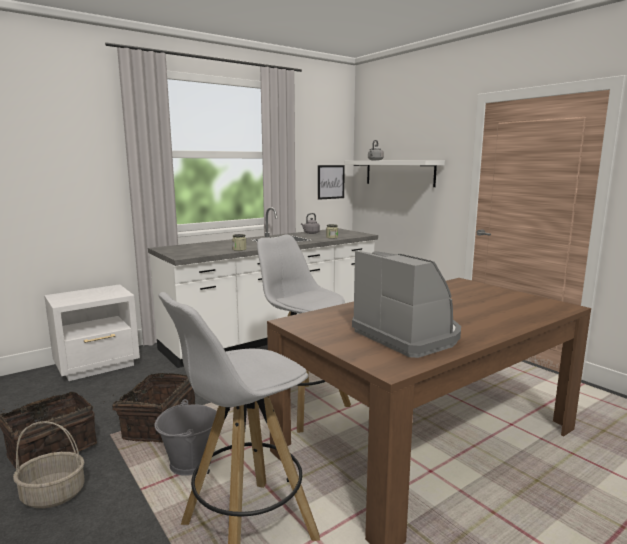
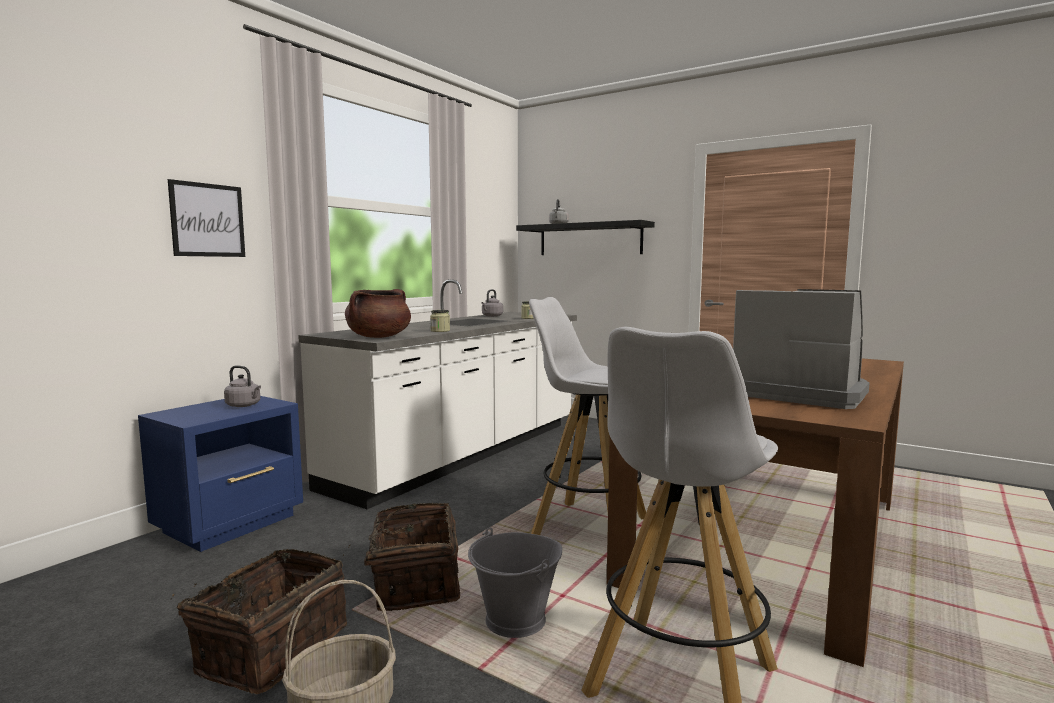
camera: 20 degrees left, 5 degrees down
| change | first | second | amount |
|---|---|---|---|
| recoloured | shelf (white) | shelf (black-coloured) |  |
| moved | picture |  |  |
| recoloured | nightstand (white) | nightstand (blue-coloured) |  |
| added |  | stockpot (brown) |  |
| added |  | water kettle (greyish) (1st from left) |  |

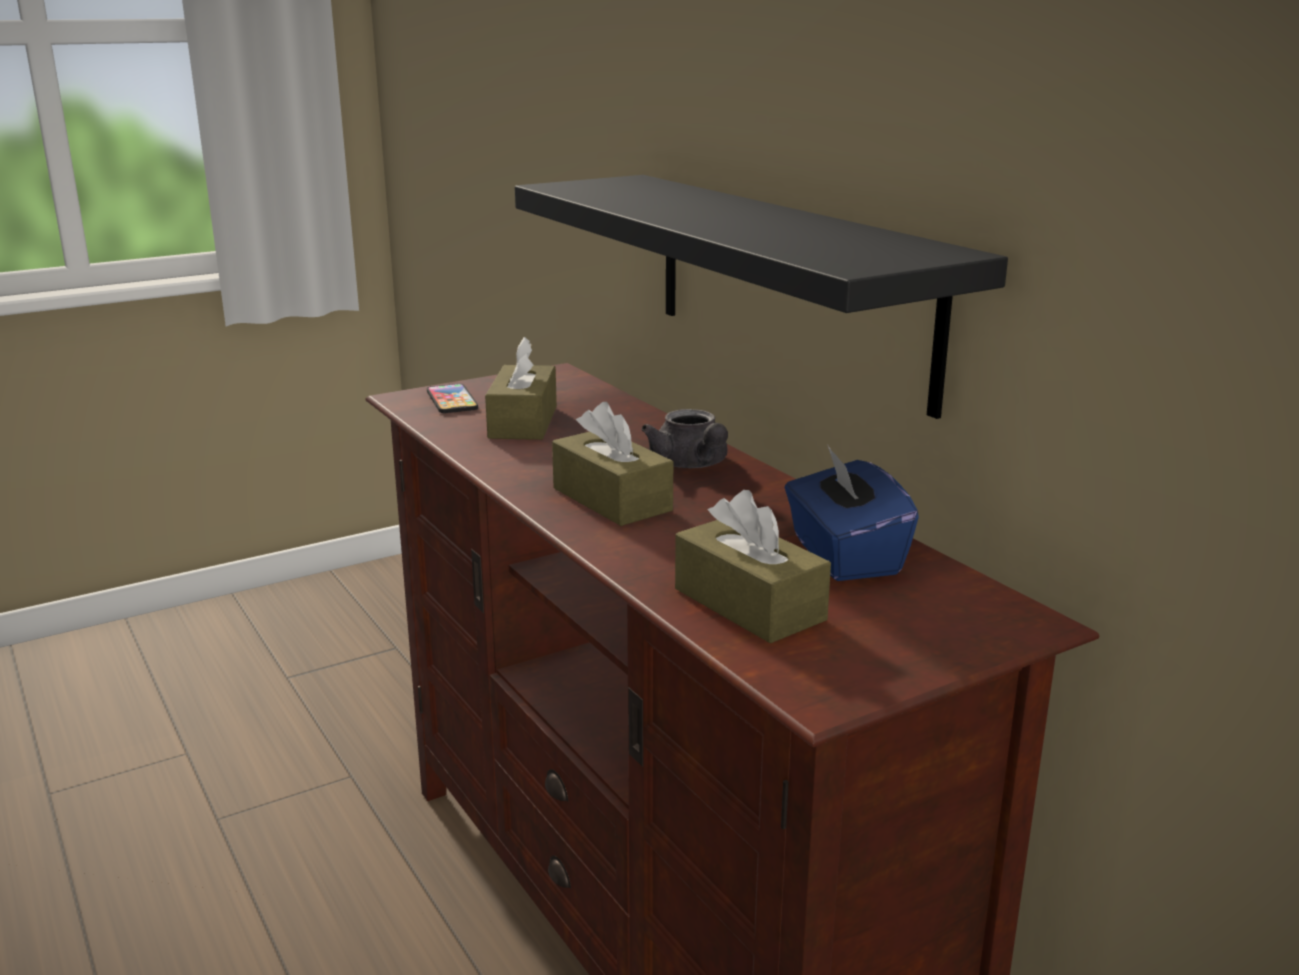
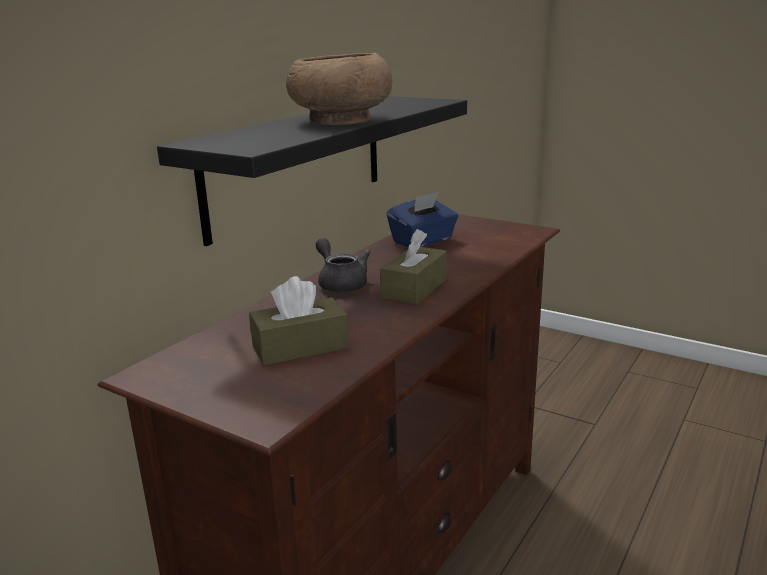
camera: 115 degrees left, 0 degrees up
| change | first | second | amount |
|---|---|---|---|
| removed | handset |  |  |
| turned | pot for tea (greyish) |  | 75 degrees counterclockwise |
| removed | box of tissues (brown) (3rd from left) |  |  |
| added |  | deep dish (brown) |  |

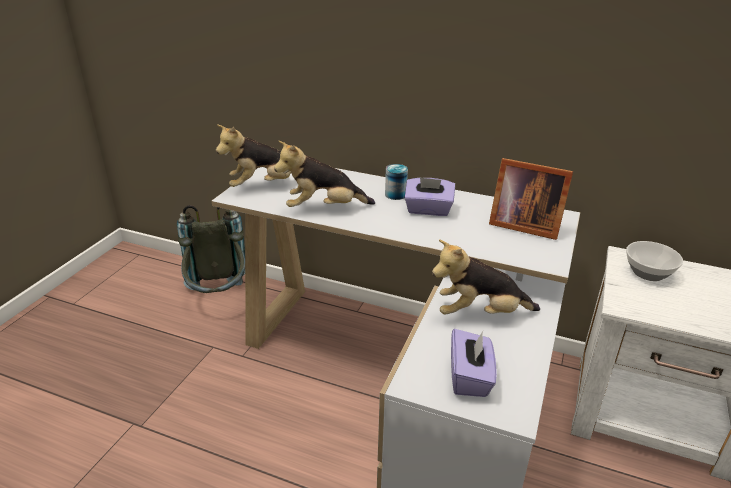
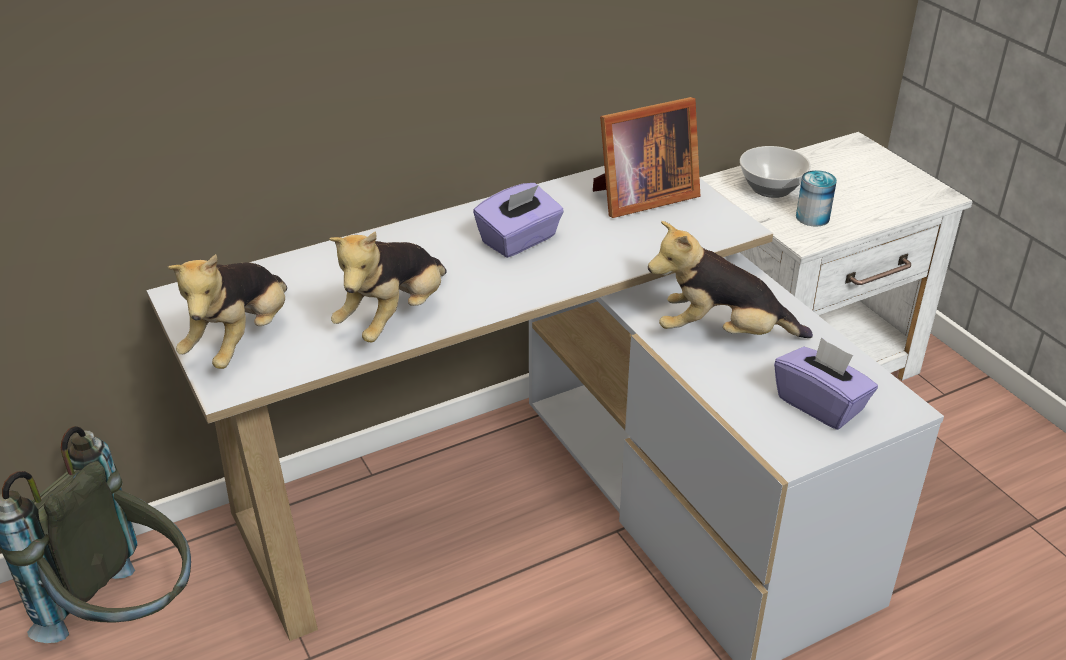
camera: 50 degrees left, 5 degrees up
| change | first | second | amount |
|---|---|---|---|
| moved | sealed can |  |  |
| turned | cuddly toy (3rd from left) |  | 60 degrees clockwise |

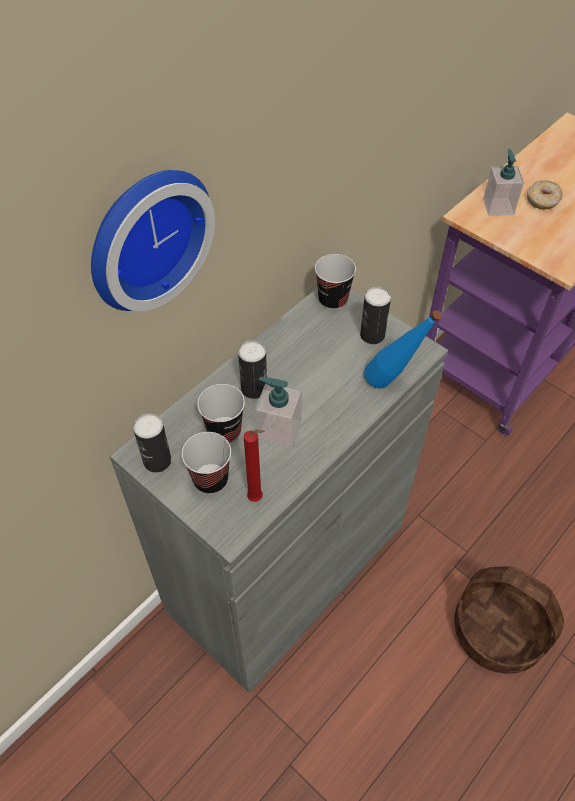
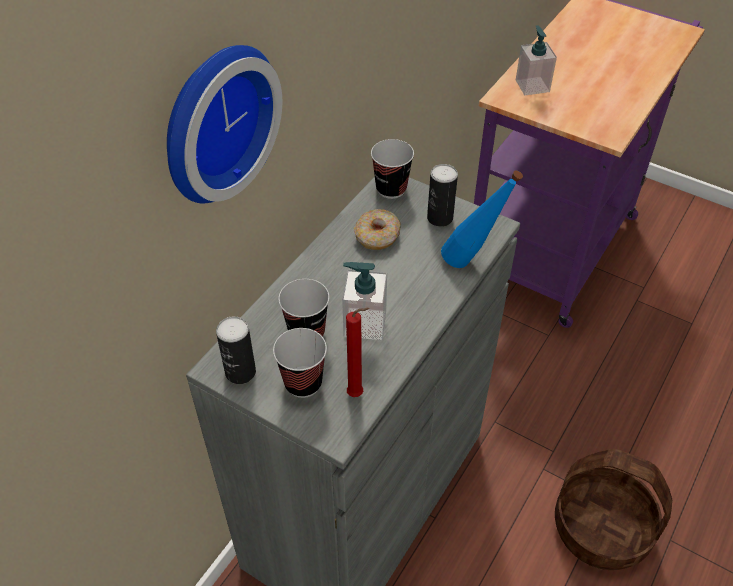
camera: 10 degrees left, 5 degrees down
| change | first | second | amount |
|---|---|---|---|
| moved | donut |  |  |
| removed | sealed can (2nd from left) |  |  |

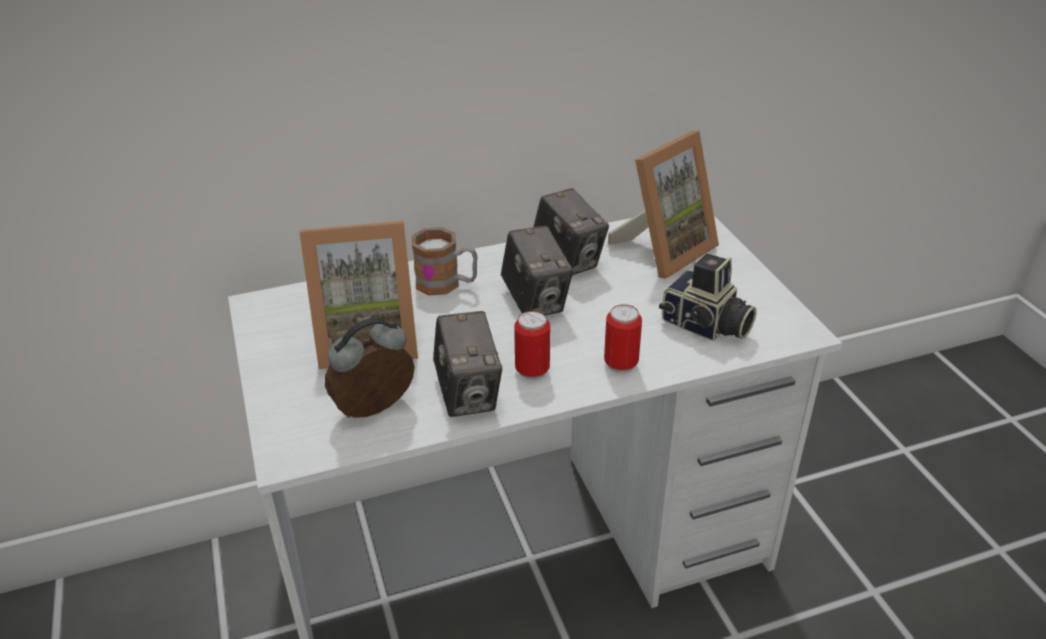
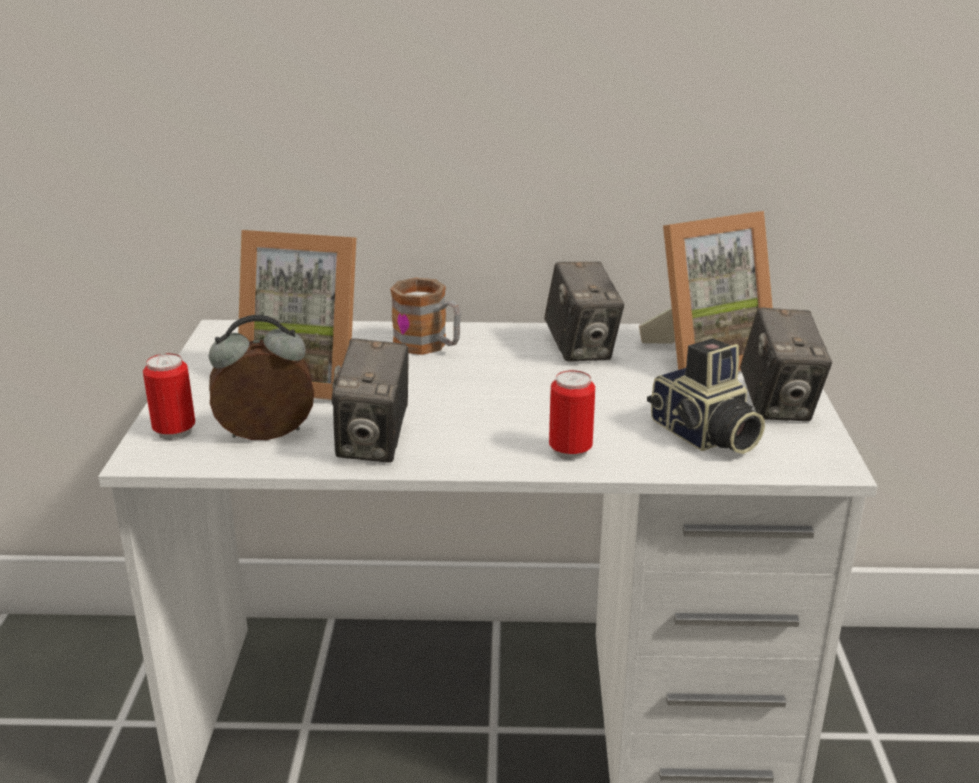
camera: 20 degrees right, 10 degrees down
| change | first | second | amount |
|---|---|---|---|
| moved | still camera (2nd from left in the first image) | still camera (4th from left) |  |
| moved | sealed can (1st from left) |  |  |

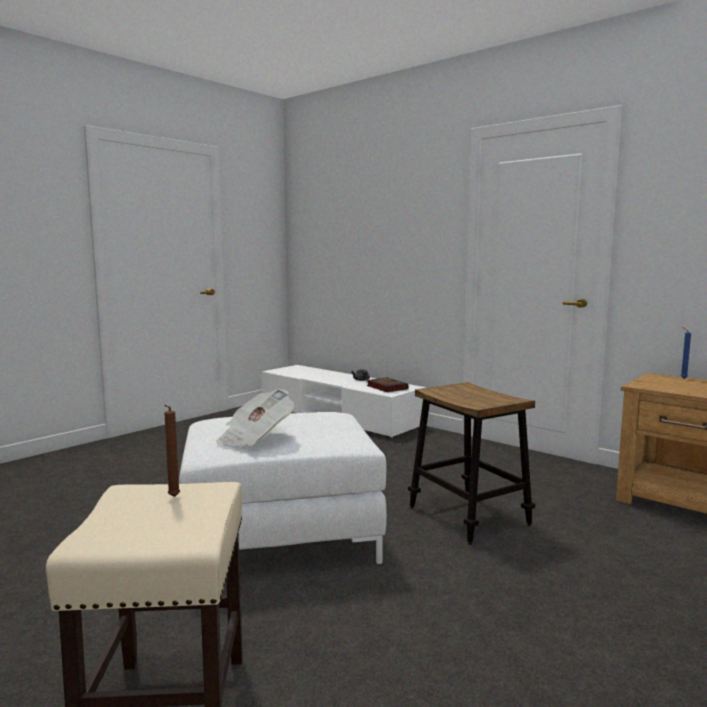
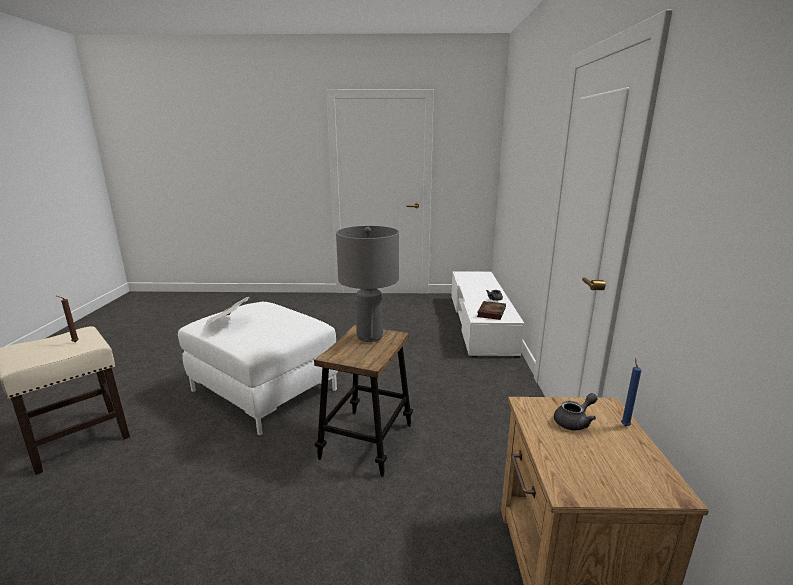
camera: 50 degrees right, 10 degrees up
| change | first | second | amount |
|---|---|---|---|
| added |  | tabletop lamp (greyish) |  |
| added |  | pot for tea (greyish) (2nd from left) |  |

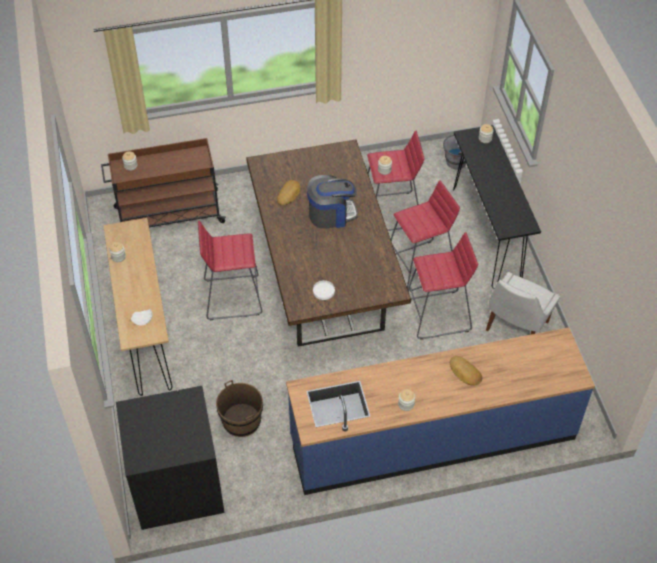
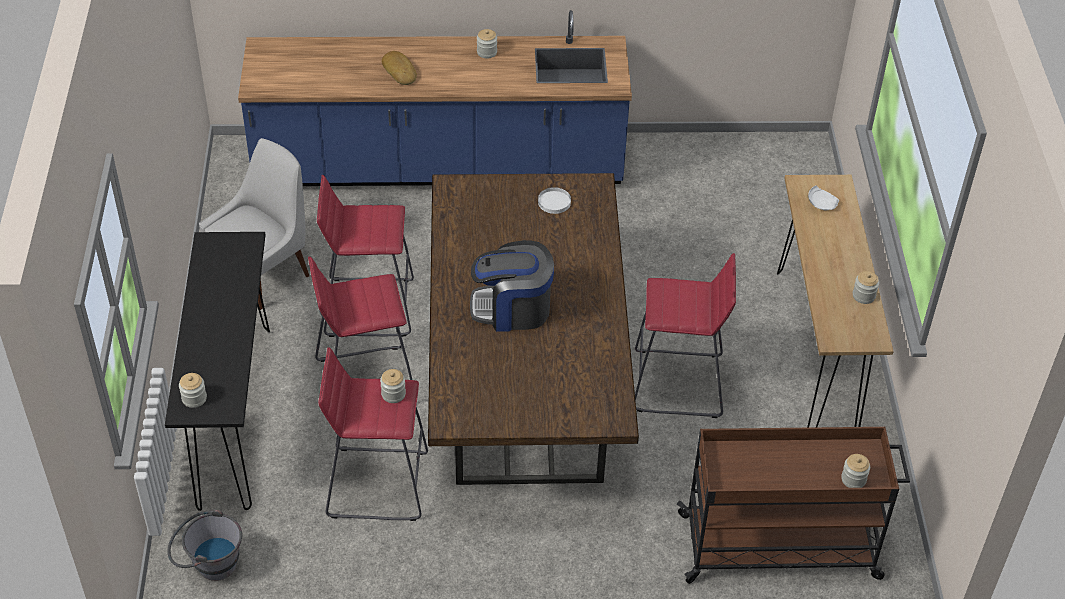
camera: 170 degrees left, 5 degrees down
| change | first | second | amount |
|---|---|---|---|
| removed | bakery bread (1st from left) |  |  |
| removed | pail (brown) |  |  |
| removed | laundry machine (black-coloured) |  |  |

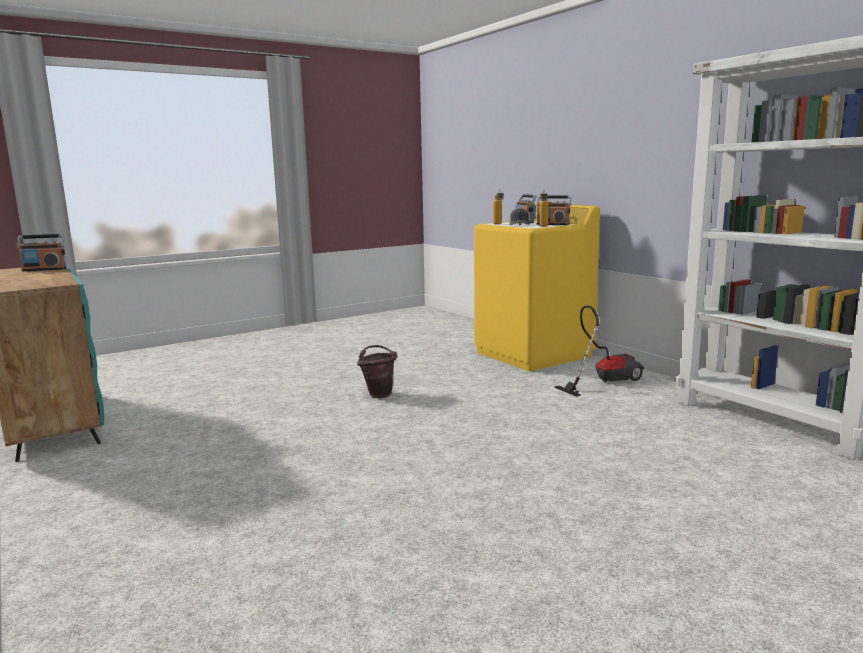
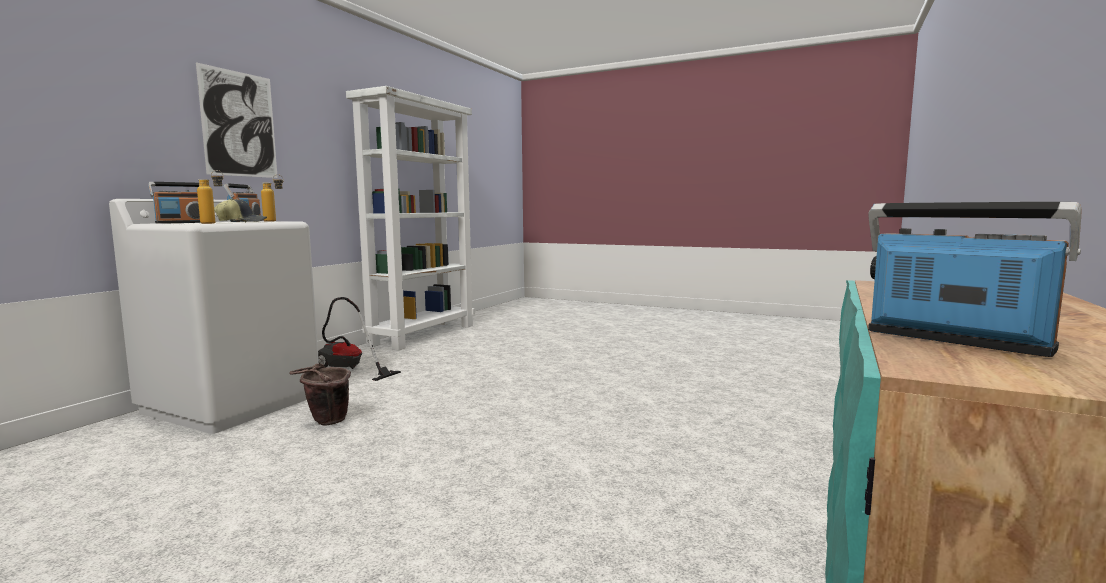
camera: 120 degrees left, 5 degrees down
| change | first | second | amount |
|---|---|---|---|
| recoloured | laundry machine (yellow-coloured) | laundry machine (white) |  |
| moved | pail (brown) |  |  |
| added |  | picture |  |

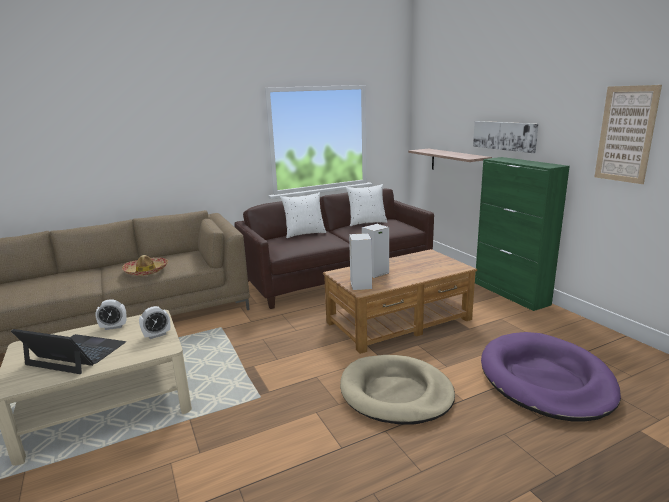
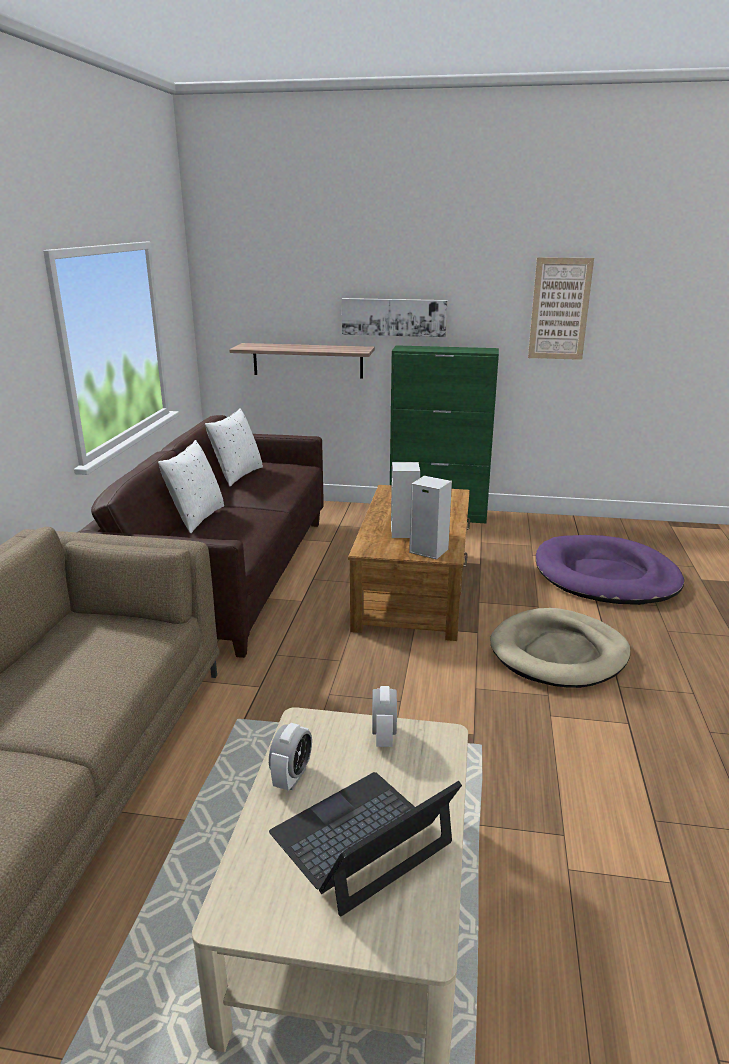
camera: 55 degrees left, 5 degrees up
| change | first | second | amount |
|---|---|---|---|
| removed | clothing hat |  |  |

